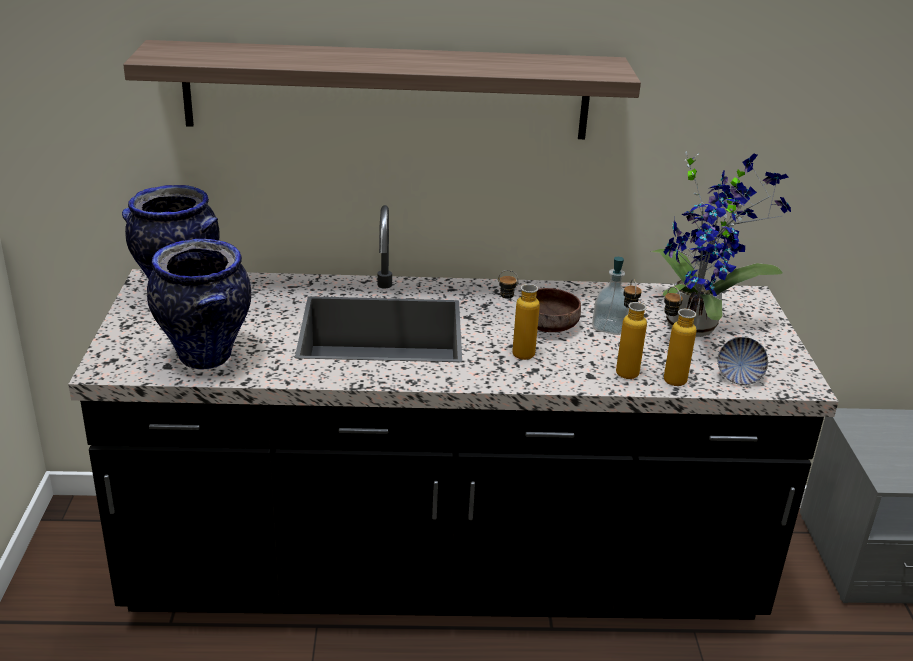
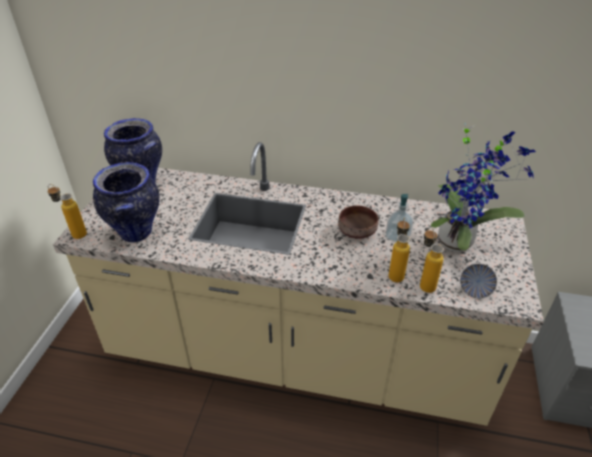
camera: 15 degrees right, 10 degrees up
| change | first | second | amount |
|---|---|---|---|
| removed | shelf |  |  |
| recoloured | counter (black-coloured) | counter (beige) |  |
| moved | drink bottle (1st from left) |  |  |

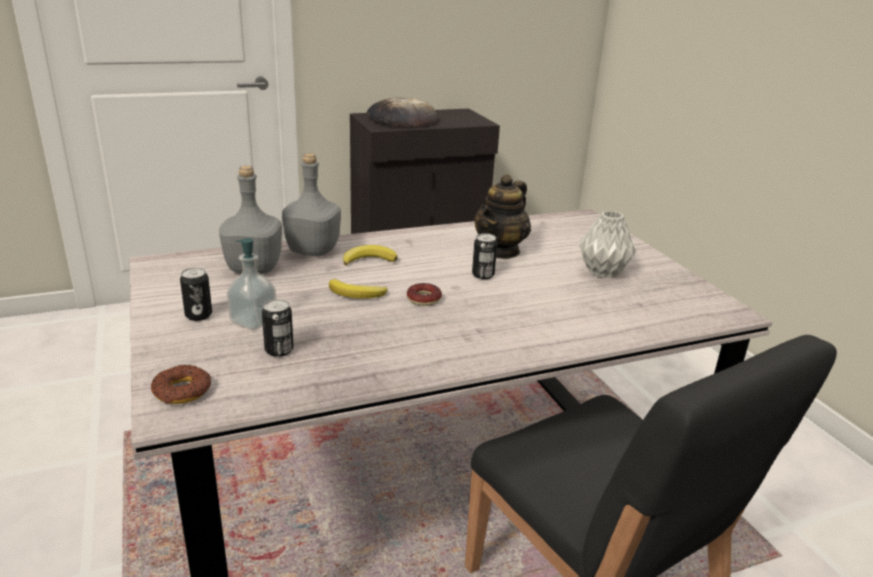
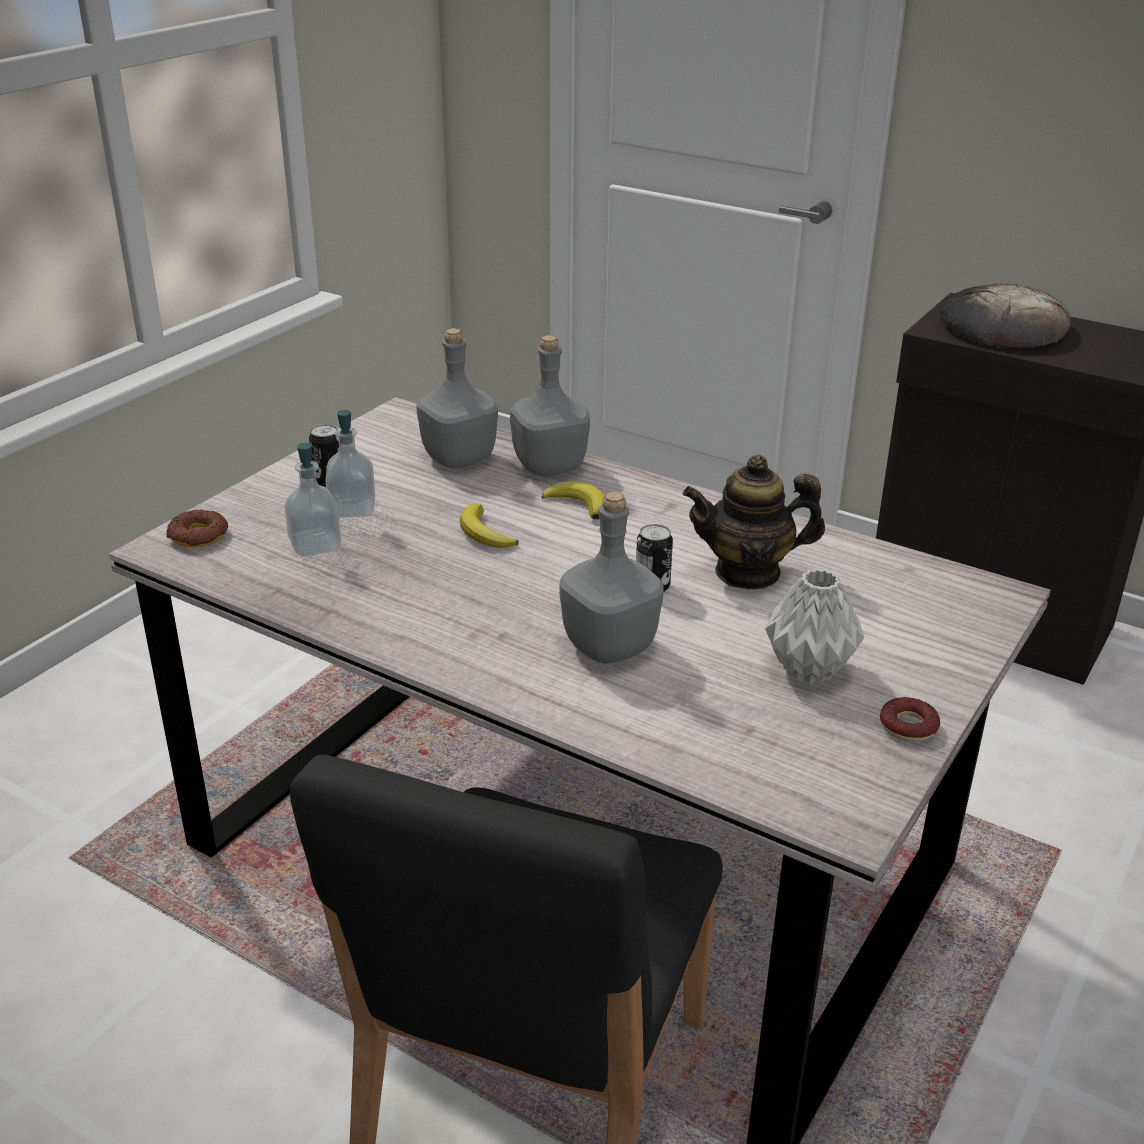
camera: 55 degrees right, 5 degrees up
| change | first | second | amount |
|---|---|---|---|
| moved | donut (2nd from left) |  |  |
| replaced | sealed can (2nd from left) | liquid soap bottle (1st from left) |  |
| added |  | drink bottle (greyish) (3rd from left) |  |

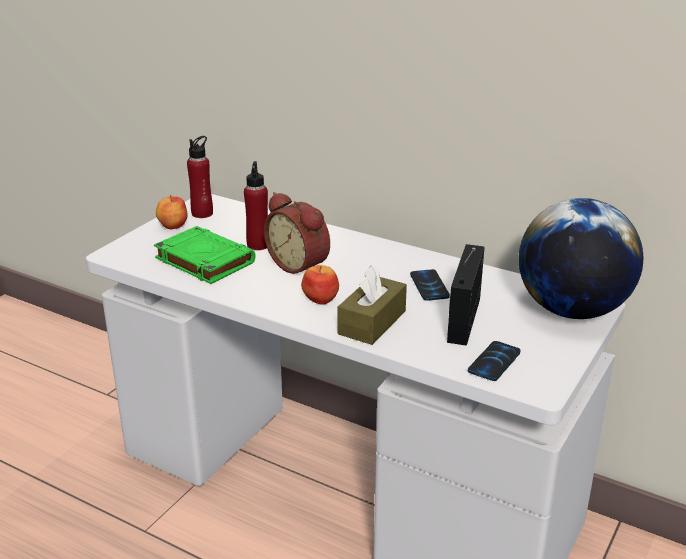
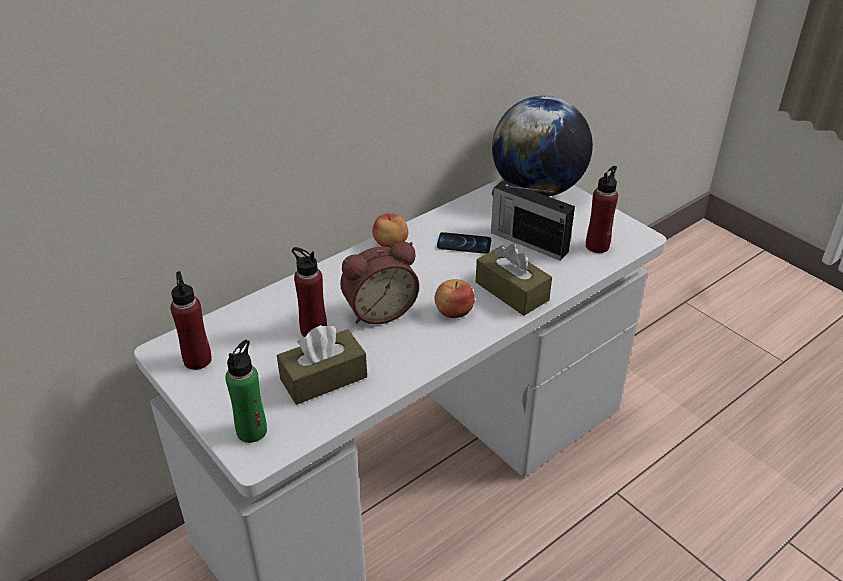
camera: 70 degrees left, 10 degrees up
| change | first | second | amount |
|---|---|---|---|
| moved | apple (1st from left) |  |  |
| replaced | bound book (green-coloured) | box of tissues (brown) (1st from left) |  |
| replaced | handset (2nd from left) | drink bottle (red) (3rd from left) |  |
| added |  | drink bottle (green-coloured) |  |

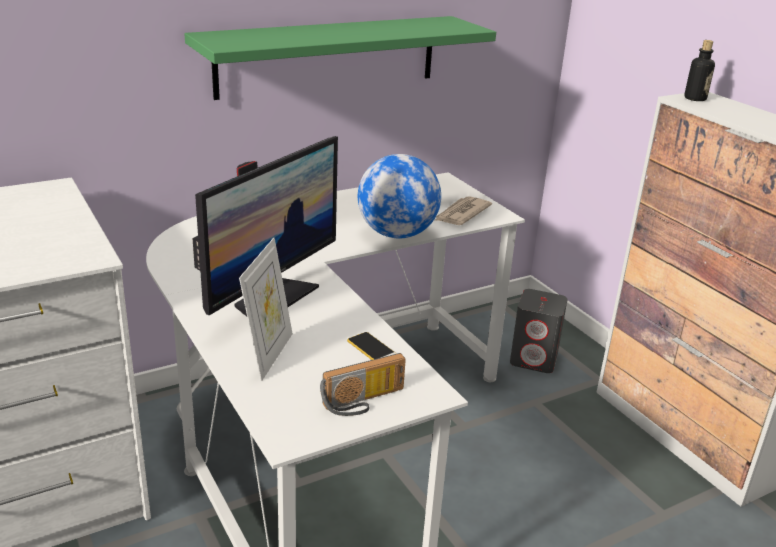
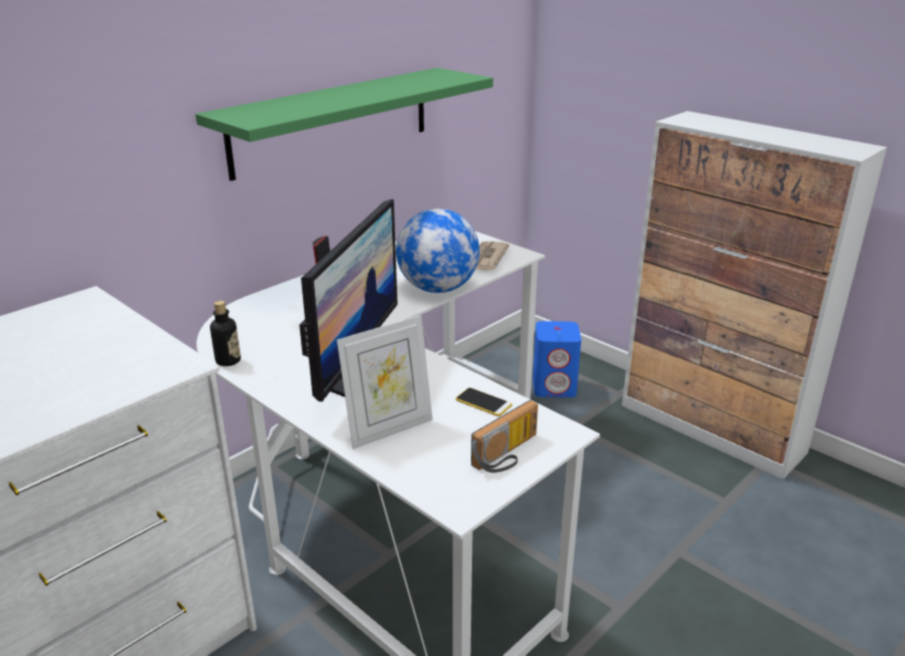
camera: 15 degrees left, 0 degrees up
| change | first | second | amount |
|---|---|---|---|
| moved | drink bottle |  |  |
| turned | picture frame |  | 60 degrees clockwise |
| recoloured | loudspeaker (greyish) | loudspeaker (blue-coloured) |  |

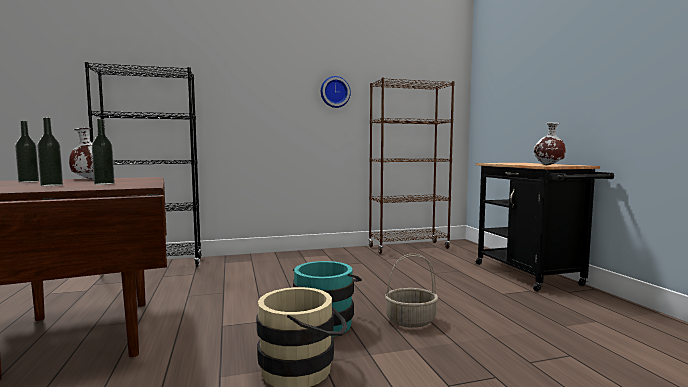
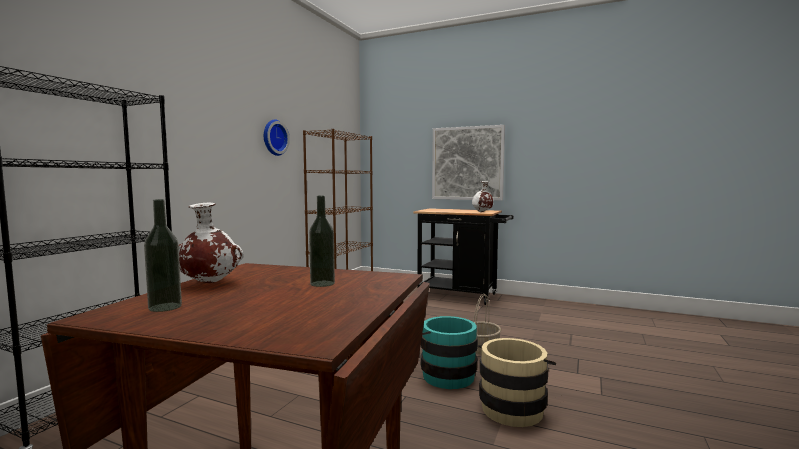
camera: 50 degrees left, 0 degrees up
| change | first | second | amount |
|---|---|---|---|
| removed | drink bottle (2nd from left) |  |  |
| added |  | picture |  |

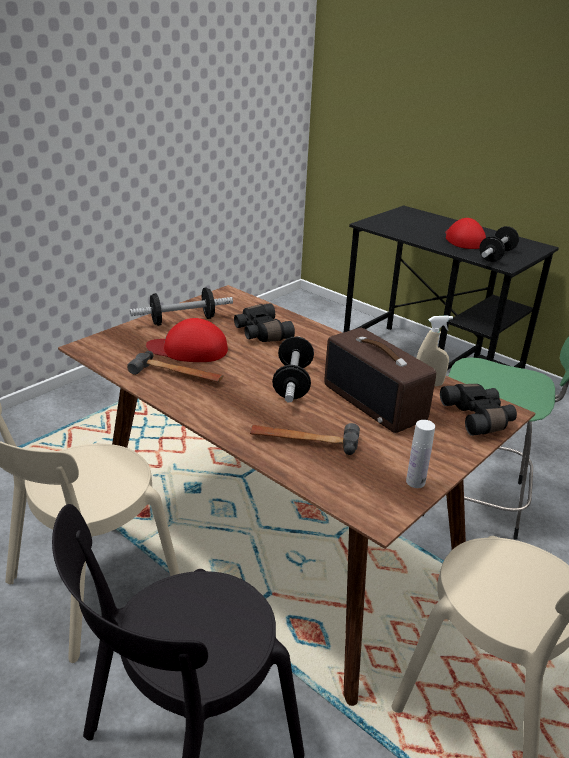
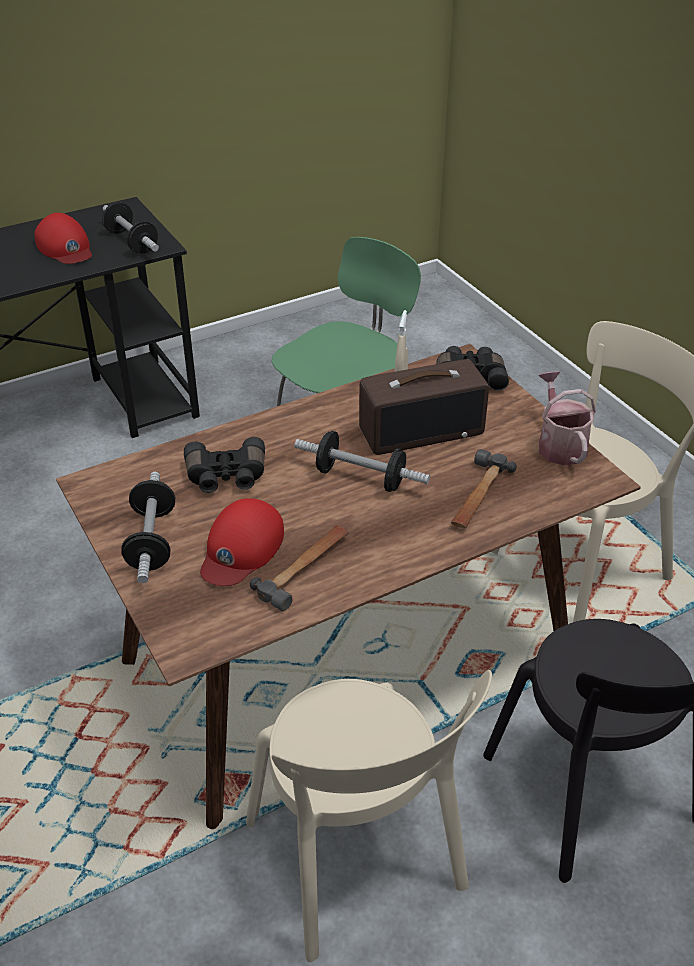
camera: 70 degrees left, 10 degrees up
| change | first | second | amount |
|---|---|---|---|
| turned | cap (red) (2nd from left in the first image) | cap (red) (1st from left) | 135 degrees counterclockwise |
| replaced | drink bottle (white) | sprinkling can |  |

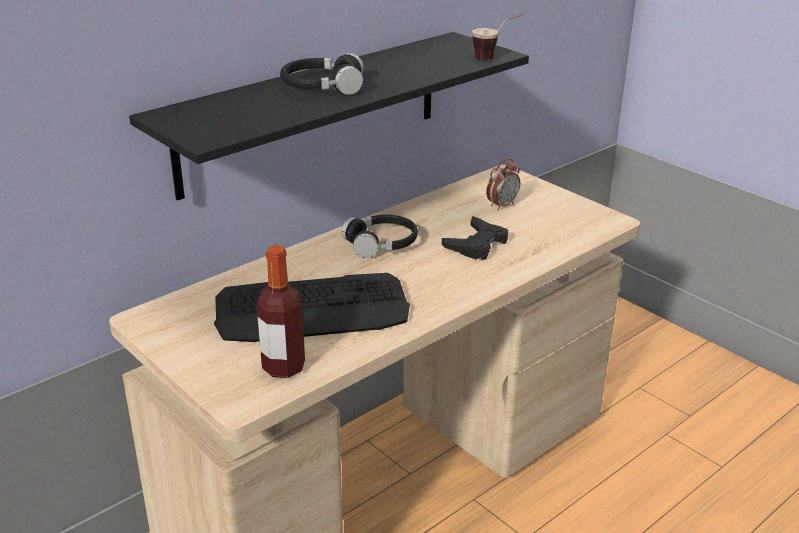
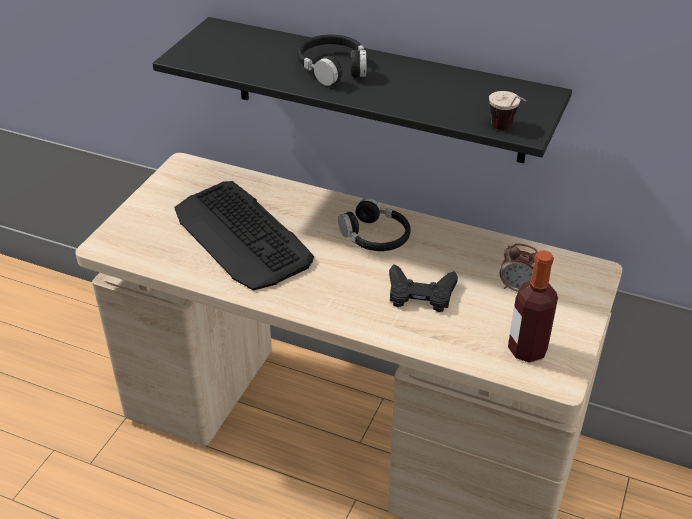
camera: 65 degrees right, 10 degrees up
| change | first | second | amount |
|---|---|---|---|
| moved | drink bottle |  |  |

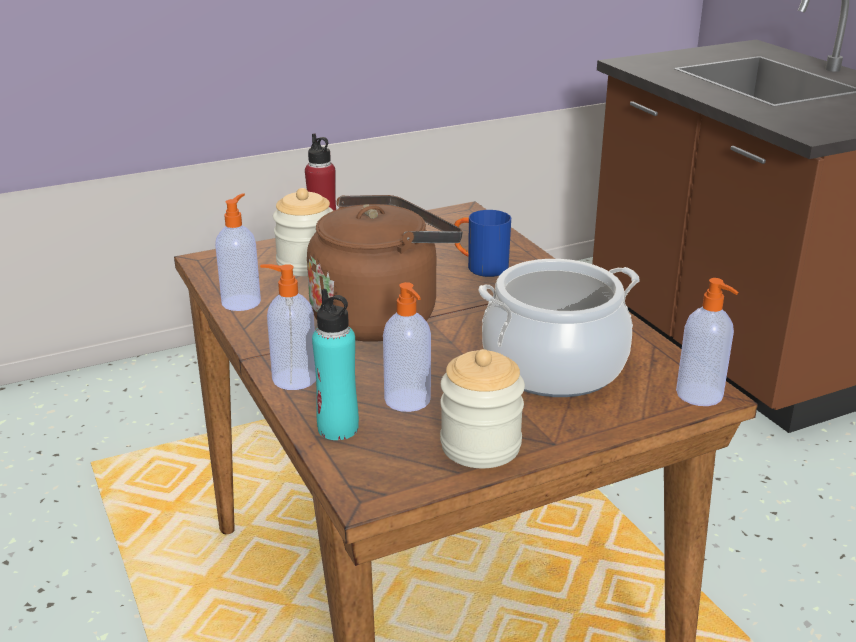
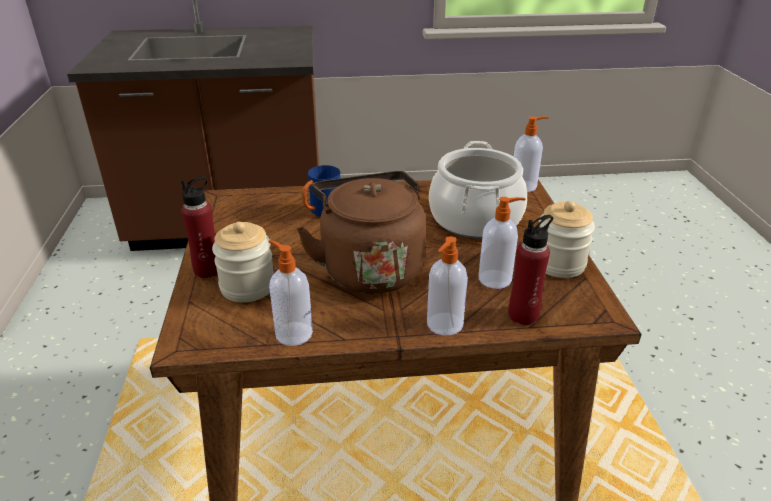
camera: 70 degrees left, 5 degrees up
| change | first | second | amount |
|---|---|---|---|
| recoloured | drink bottle (turquoise-coloured) | drink bottle (red) (2nd from left) |  |

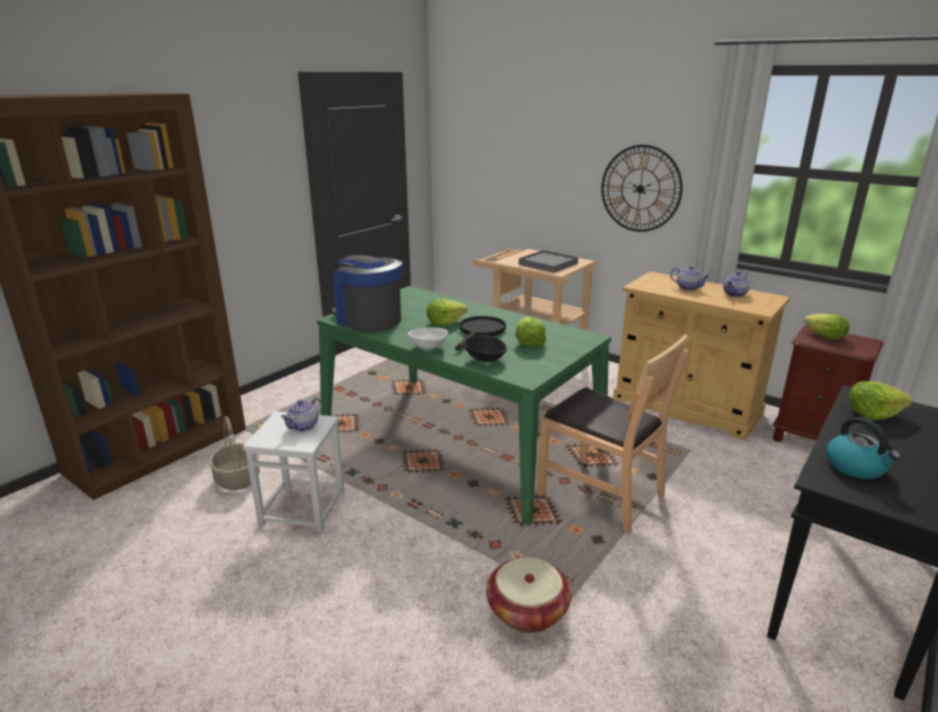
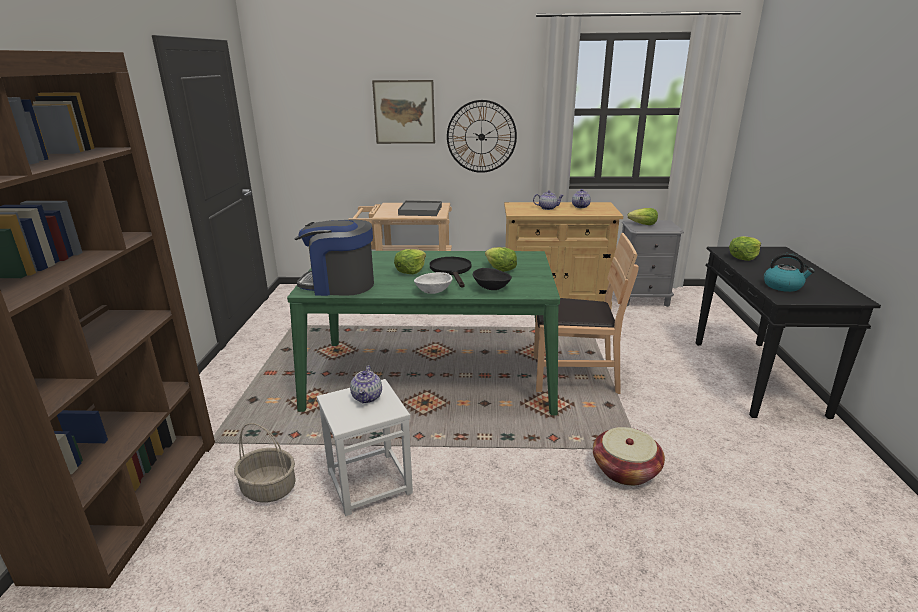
camera: 35 degrees left, 0 degrees up
| change | first | second | amount |
|---|---|---|---|
| recoloured | nightstand (brown) | nightstand (greyish) |  |
| added |  | picture |  |

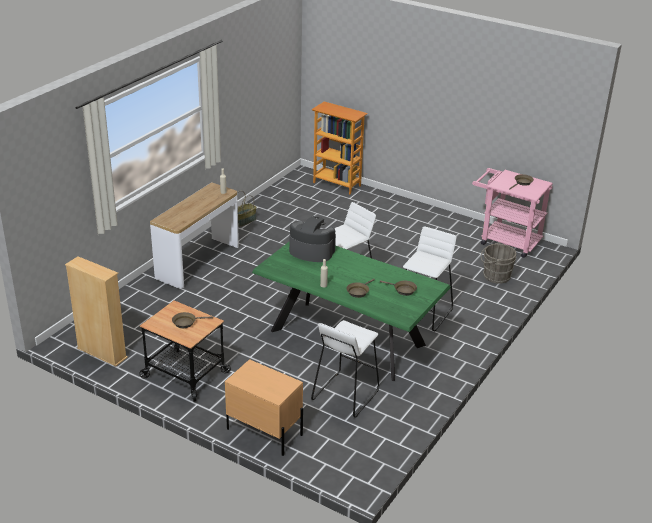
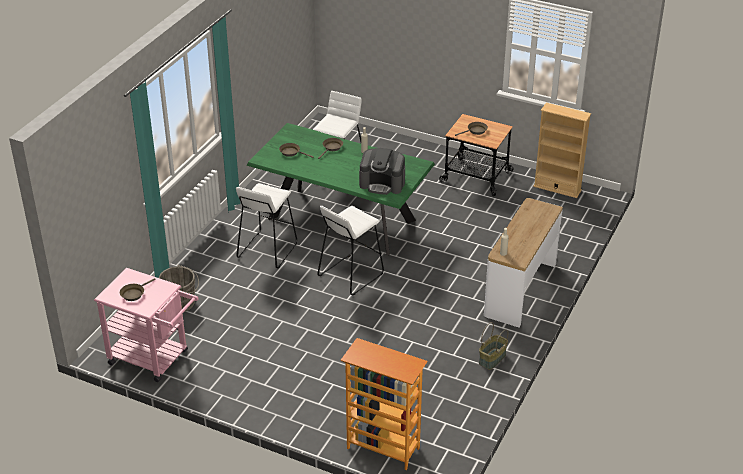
camera: 175 degrees right, 5 degrees up
| change | first | second | amount |
|---|---|---|---|
| removed | nightstand (beige) |  |  |

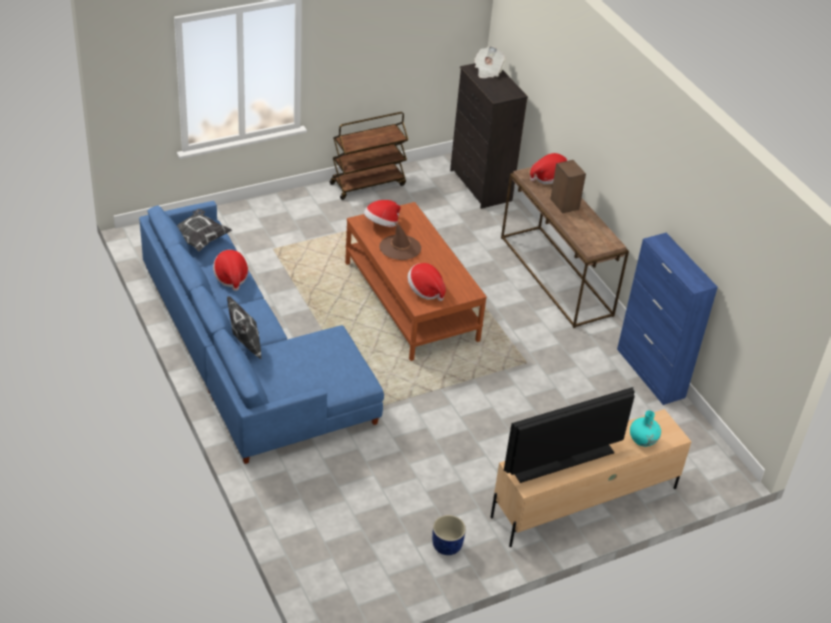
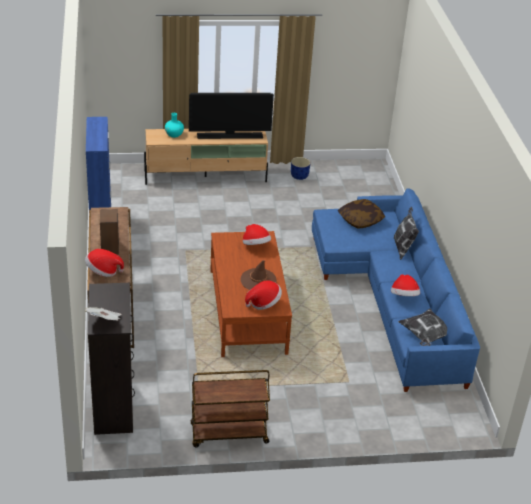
camera: 160 degrees left, 5 degrees down
| change | first | second | amount |
|---|---|---|---|
| added |  | pillow (1st from left) |  |

